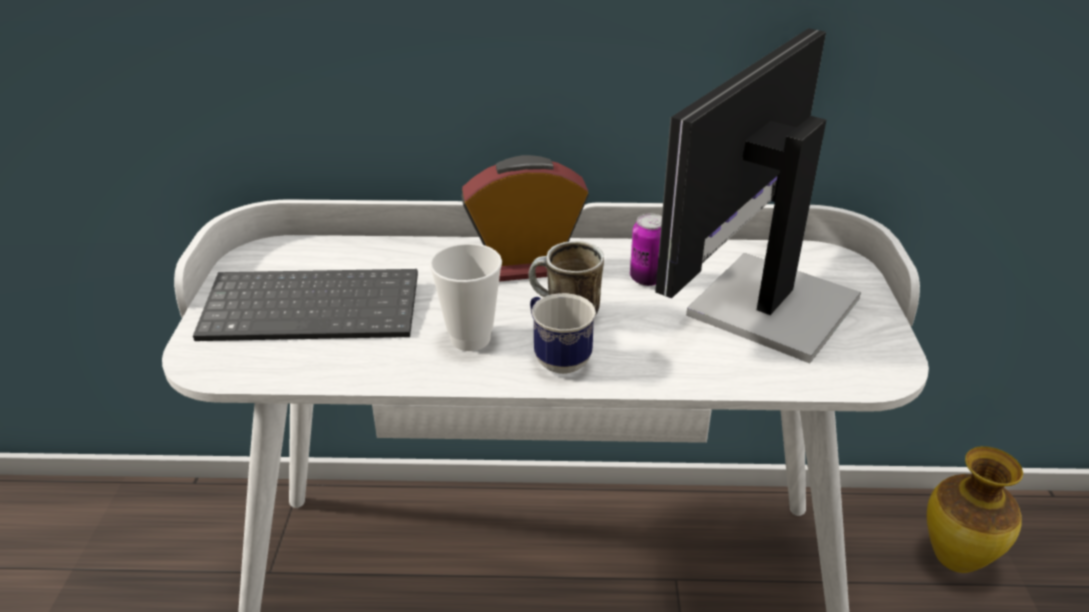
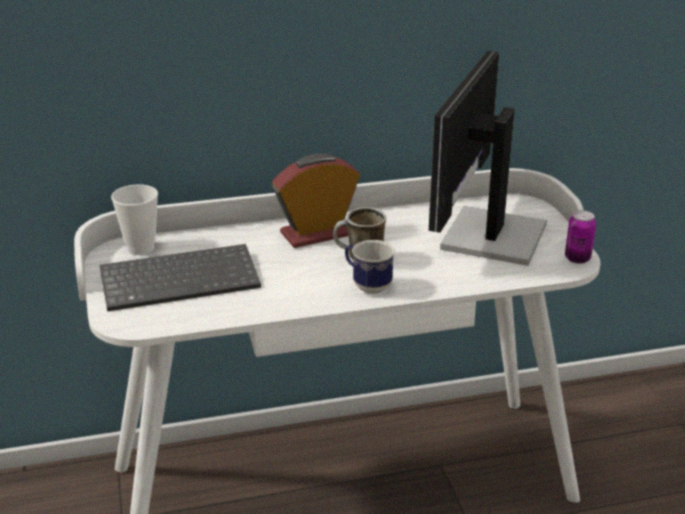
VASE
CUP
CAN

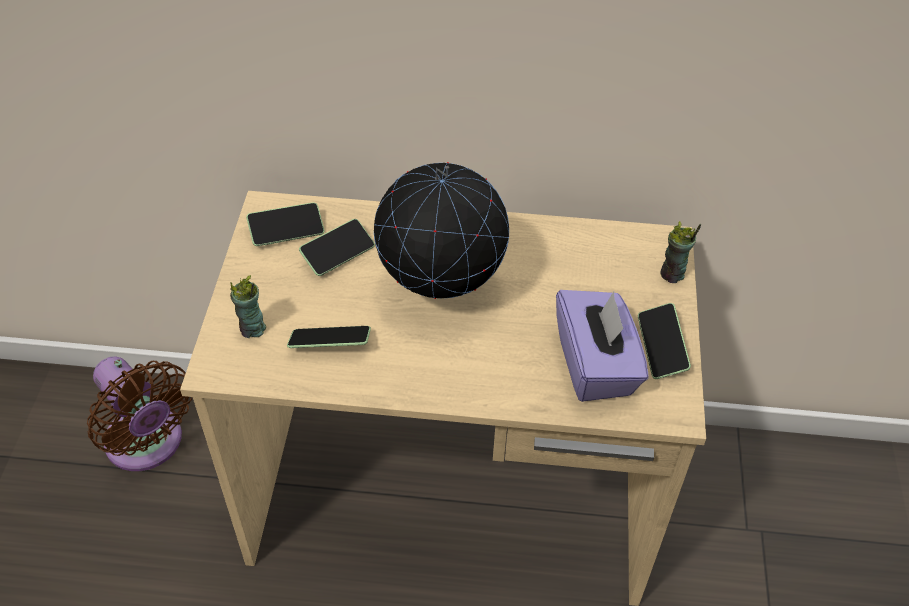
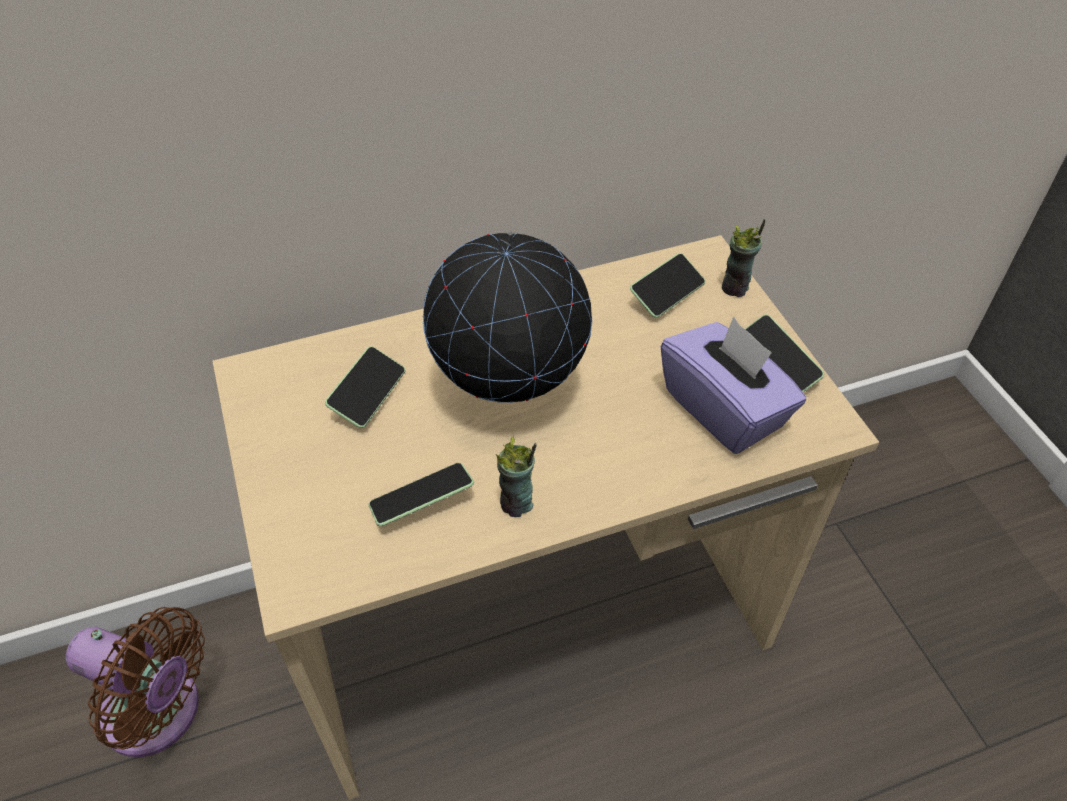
CUP (1st from left)
PHONE (3rd from left)

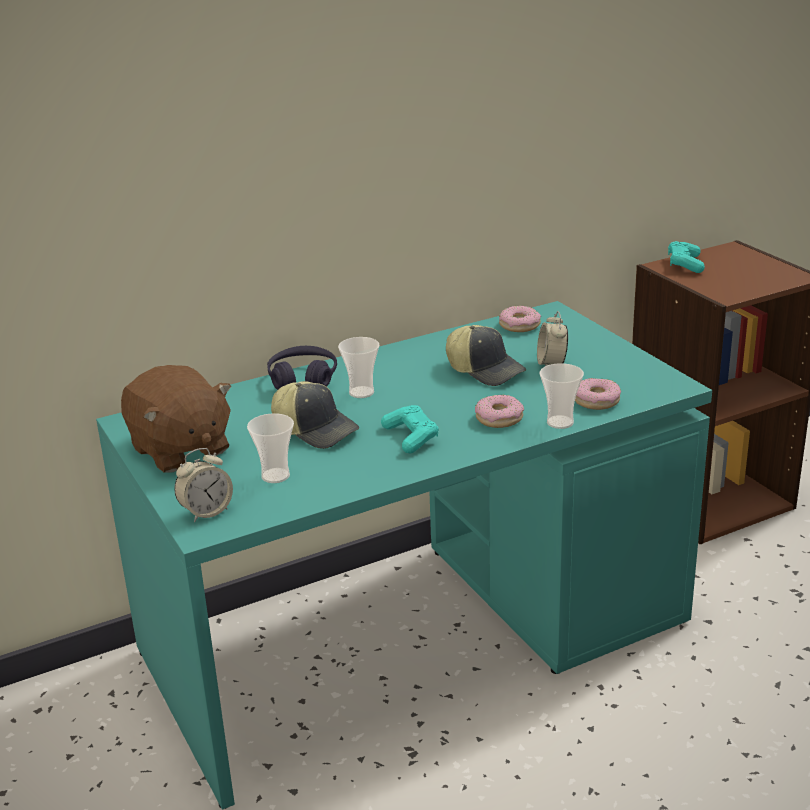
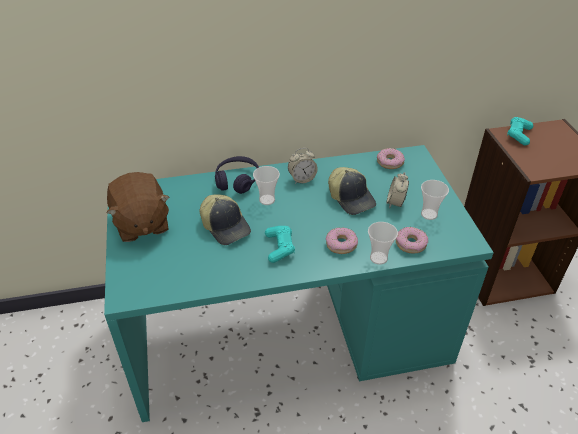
ALARM CLOCK (1st from left)
CUP (3rd from left)

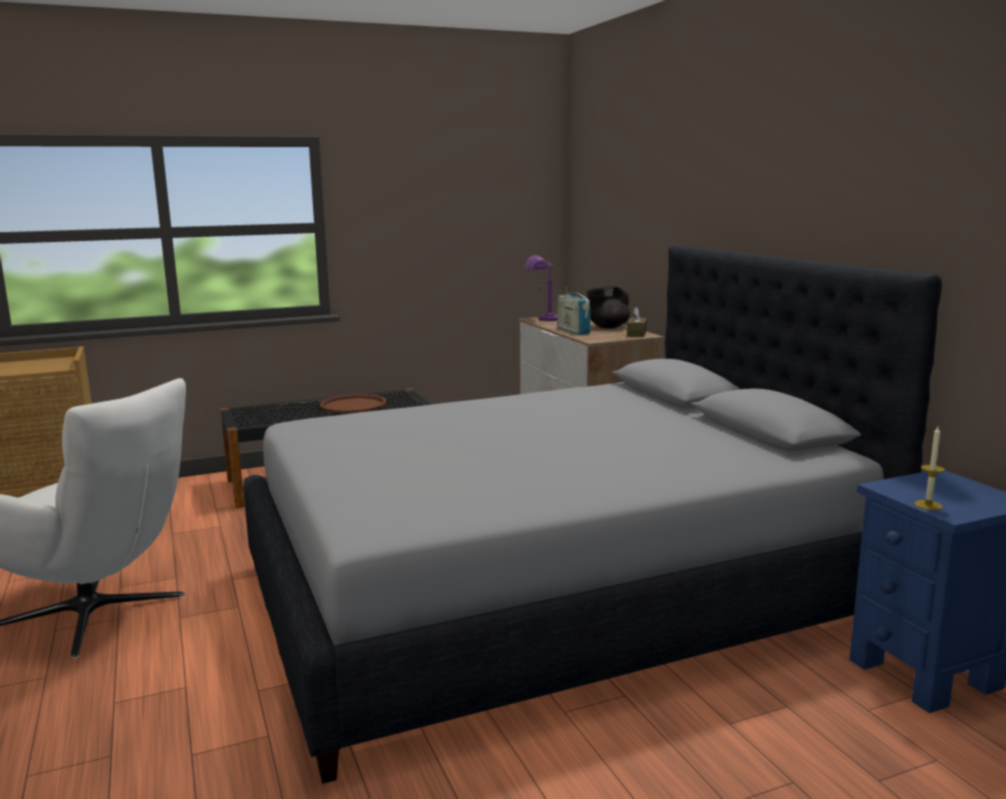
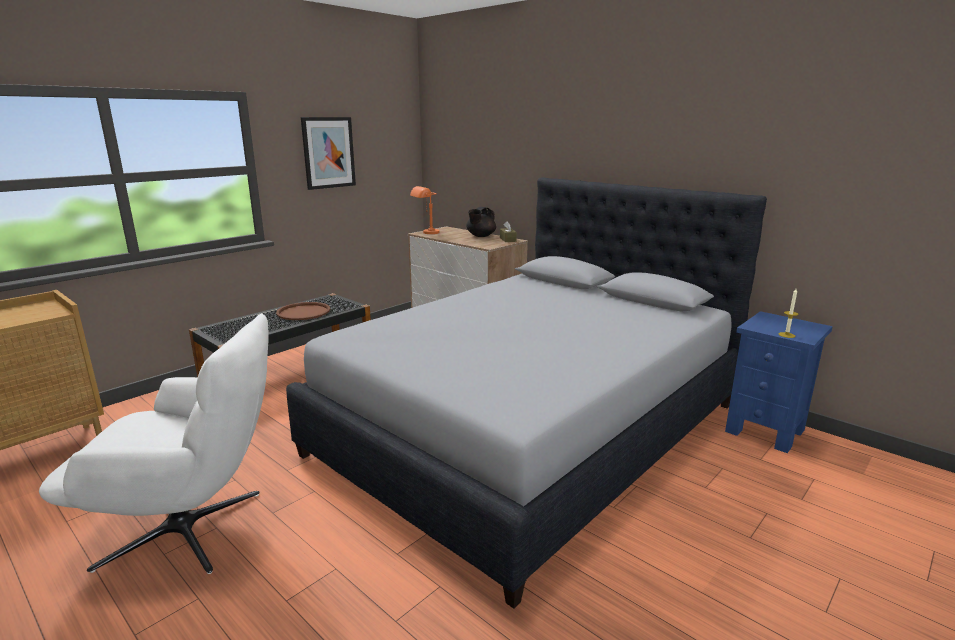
RADIO
PICTURE
ORANGE TABLE LAMP

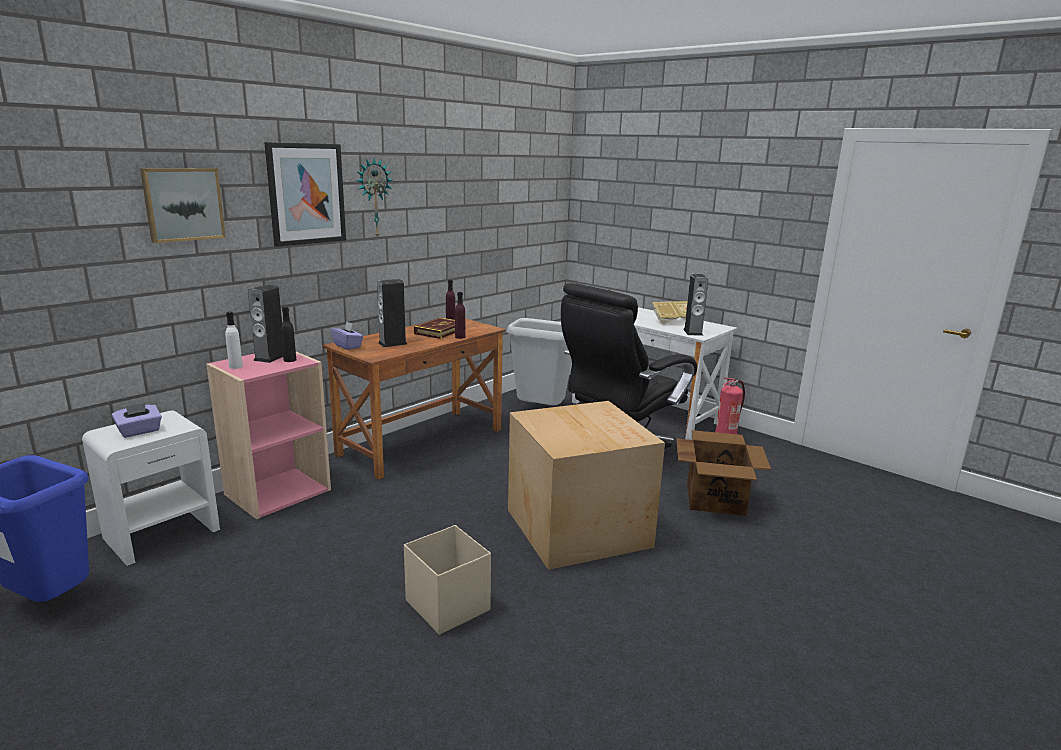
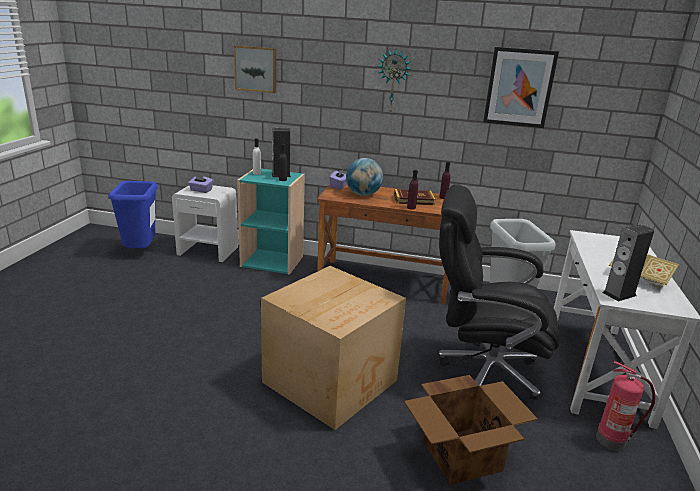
BEIGE STORAGE BOX
PICTURE (2nd from left)
GLOBE
TURQUOISE BOOKCASE

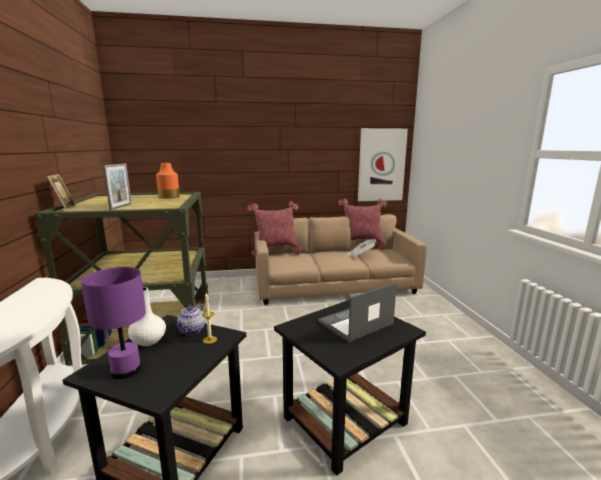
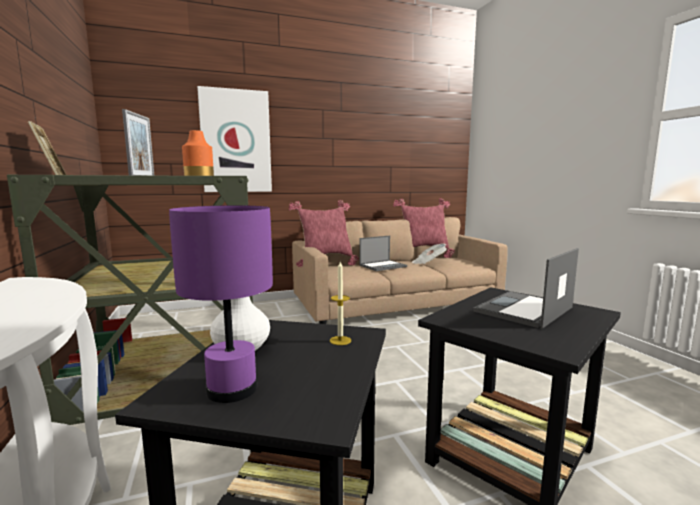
TEAPOT
LAPTOP (1st from left)
PICTURE

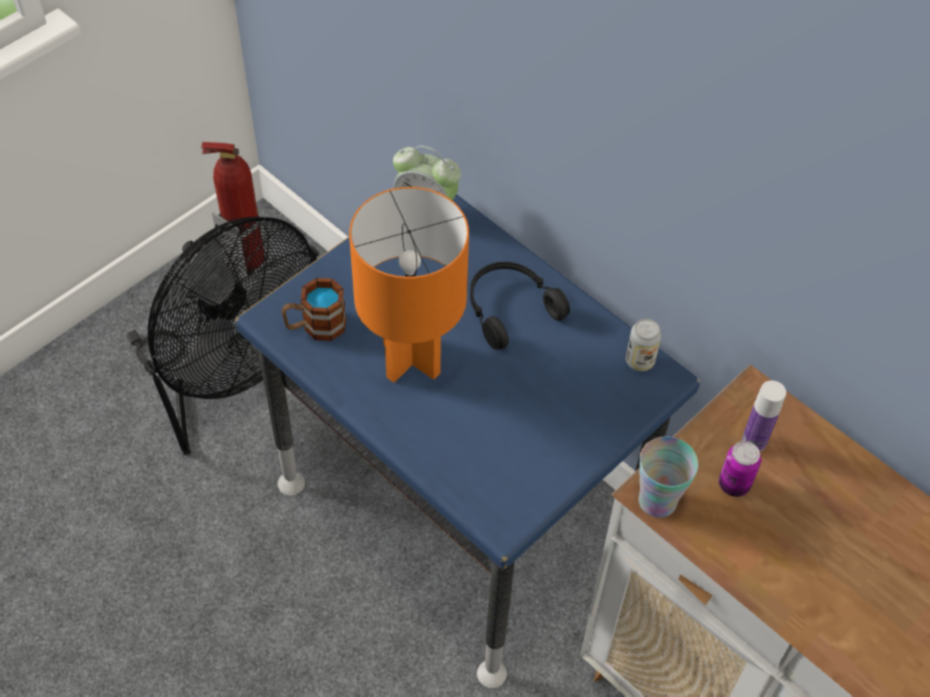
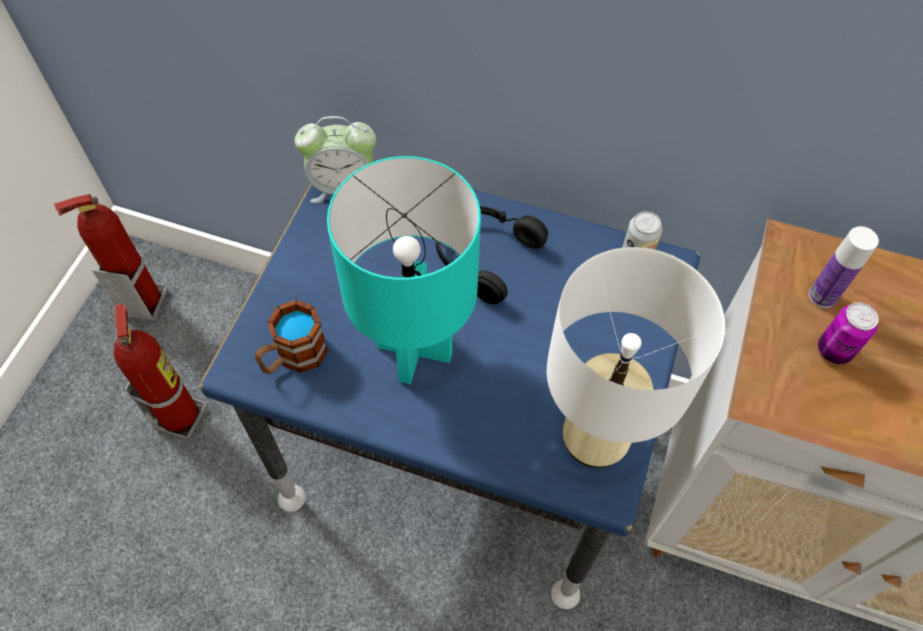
CUP
WHITE TABLE LAMP
FIRE EXTINGUISHER (2nd from left)
TURQUOISE TABLE LAMP

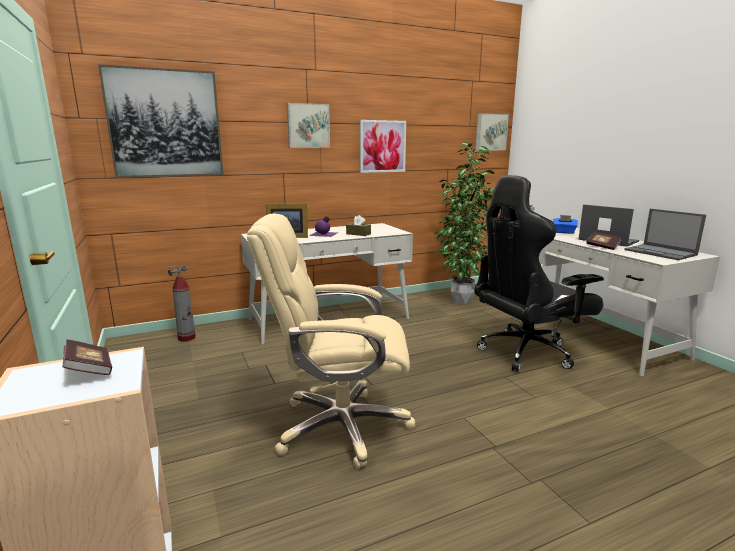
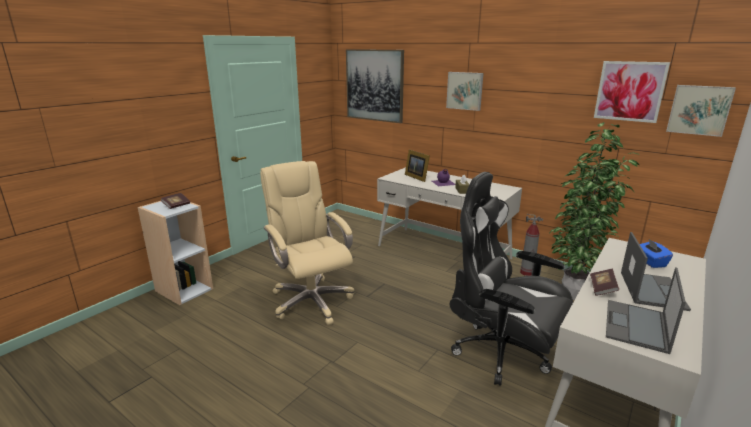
FIRE EXTINGUISHER
PICTURE (3rd from left)

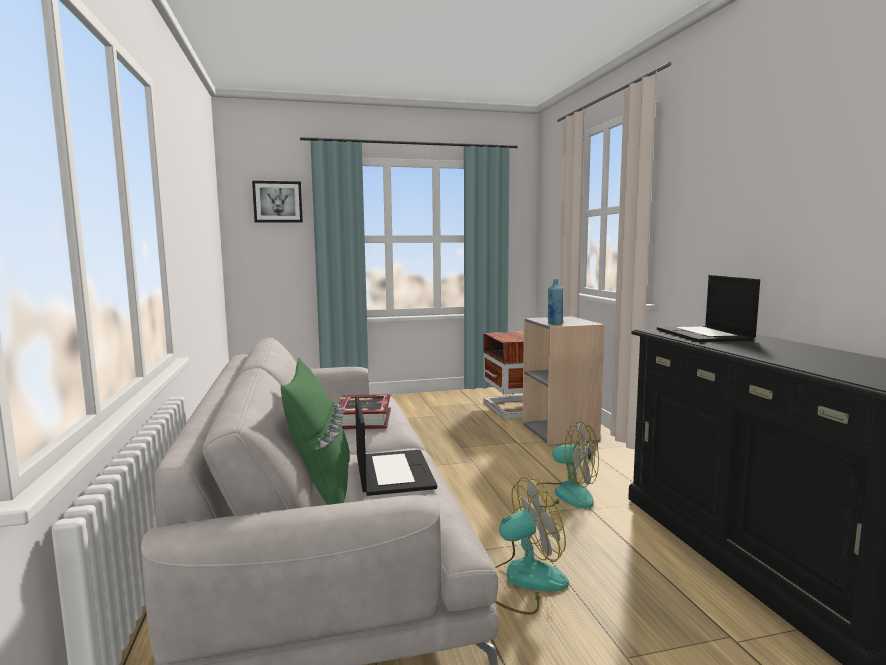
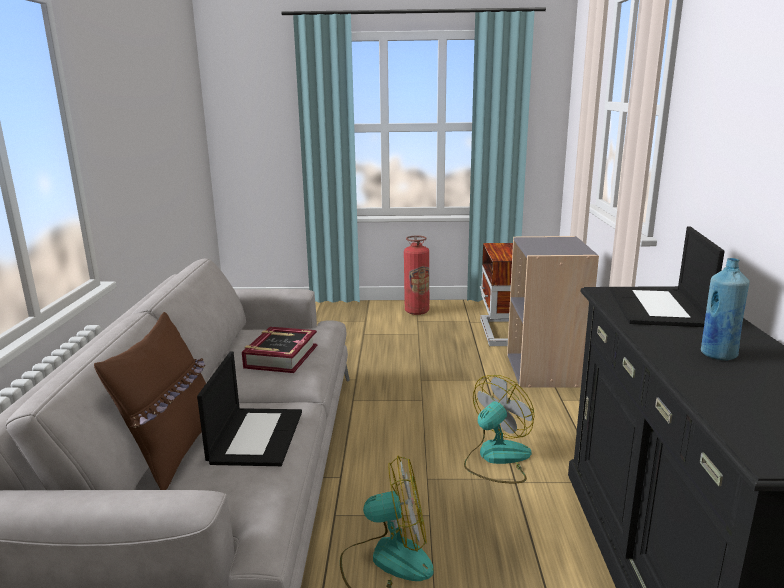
PICTURE
FIRE EXTINGUISHER
BLUE BOTTLE
BROWN PILLOW
FAN (2nd from left)

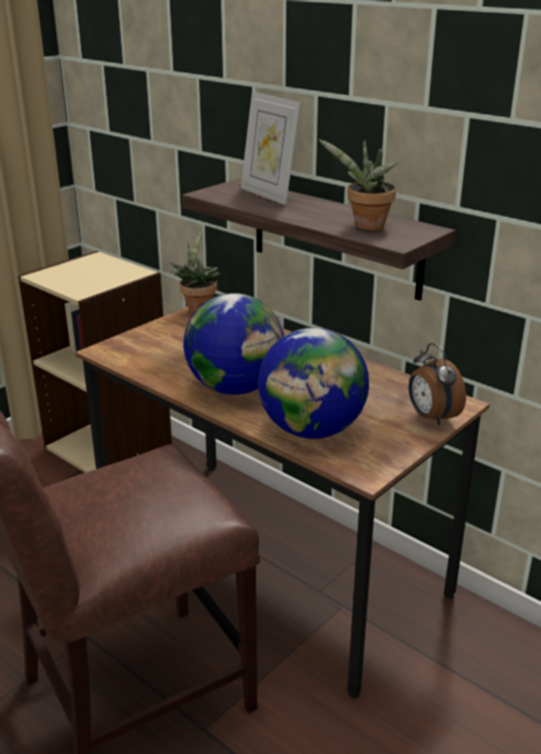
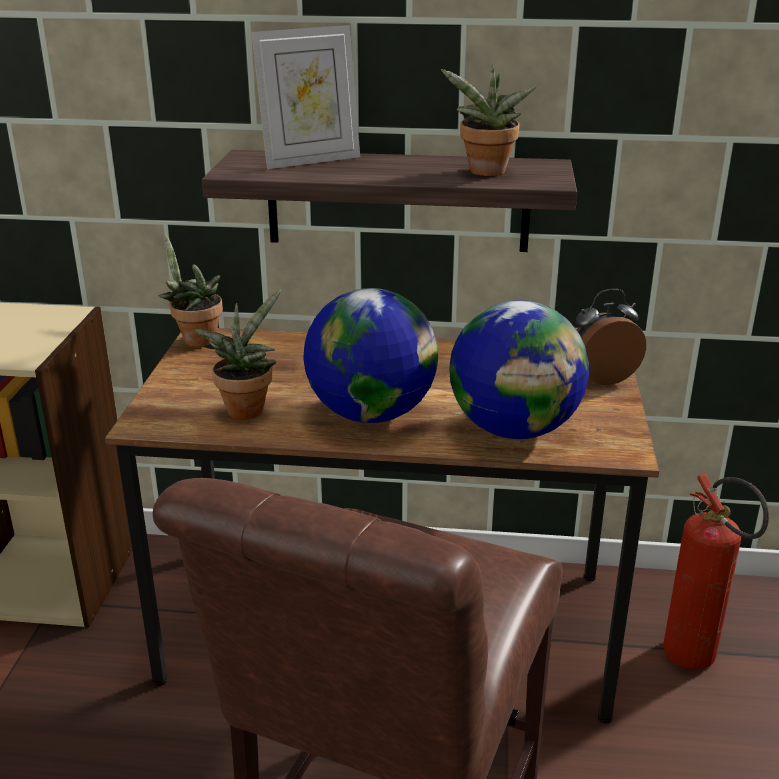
POTTED PLANT (2nd from left)
FIRE EXTINGUISHER
PICTURE FRAME
ALARM CLOCK

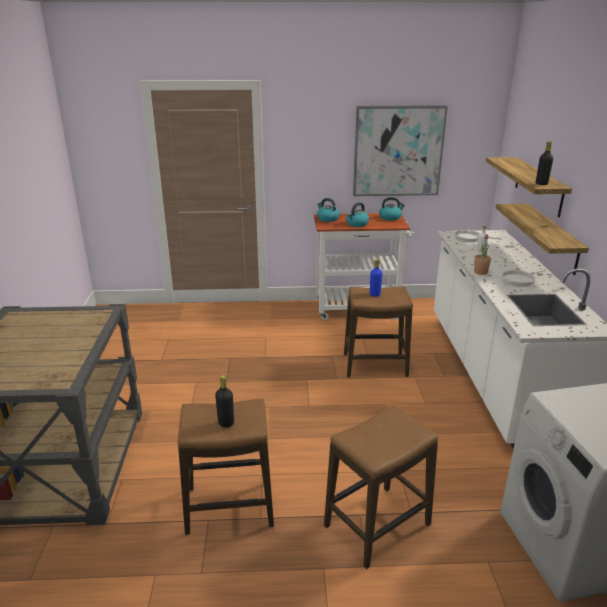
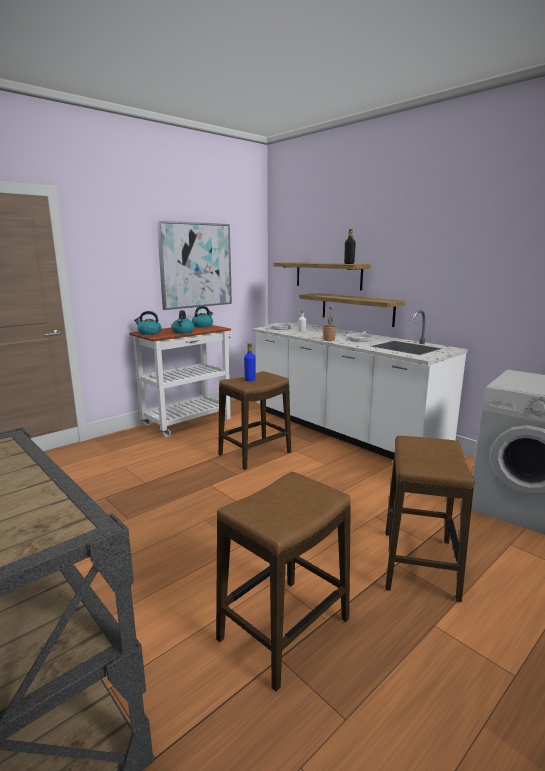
BLACK BOTTLE (1st from left in the first image)

